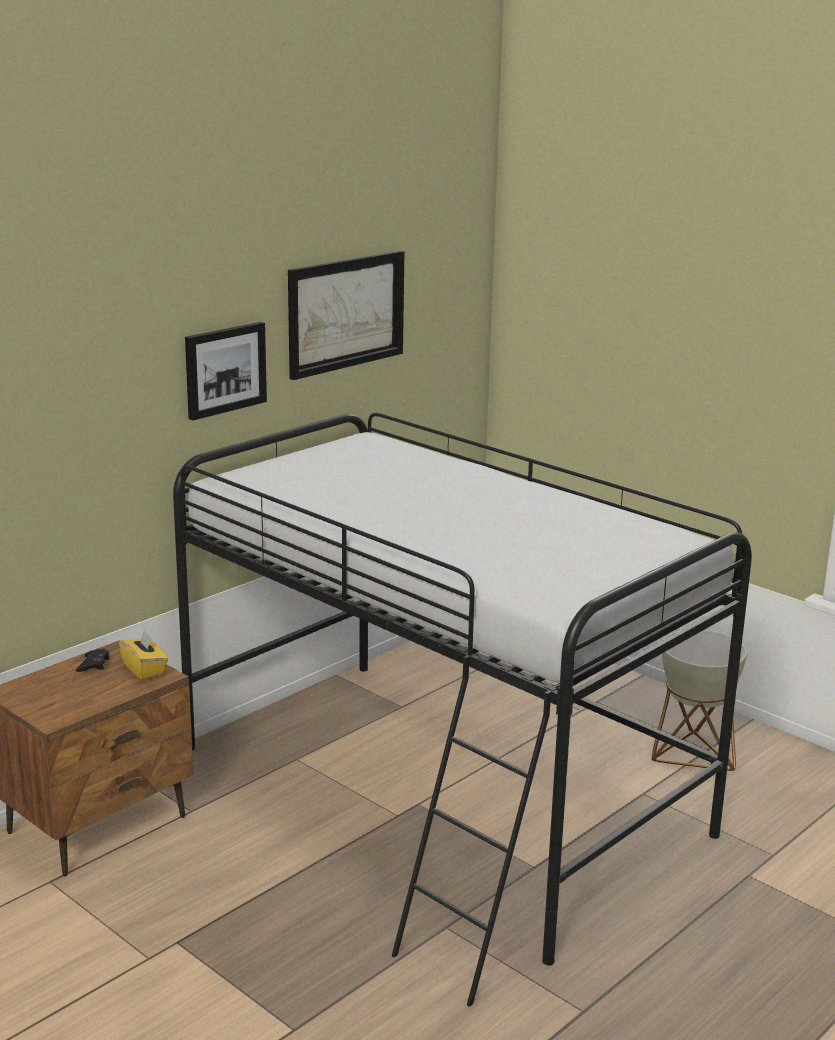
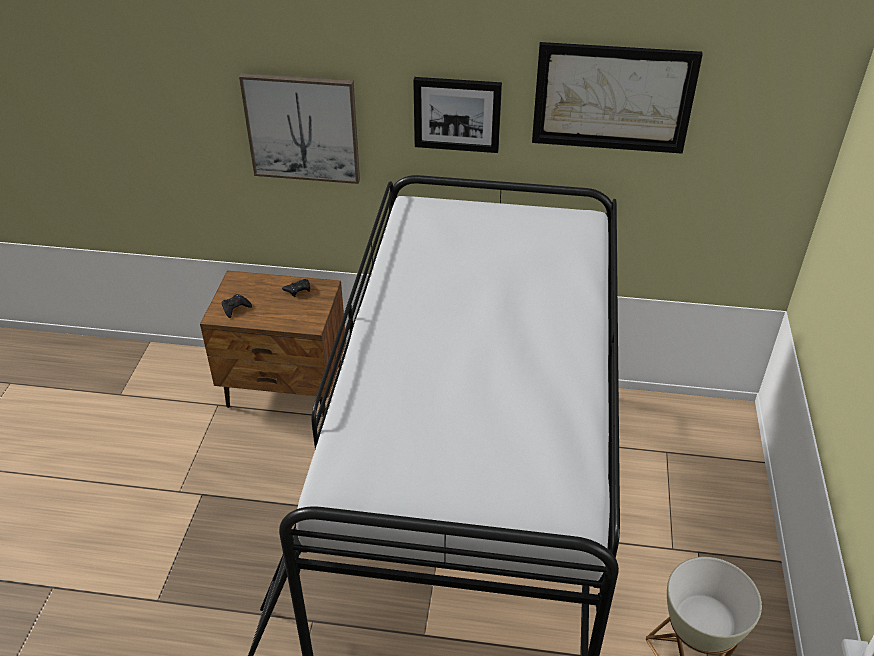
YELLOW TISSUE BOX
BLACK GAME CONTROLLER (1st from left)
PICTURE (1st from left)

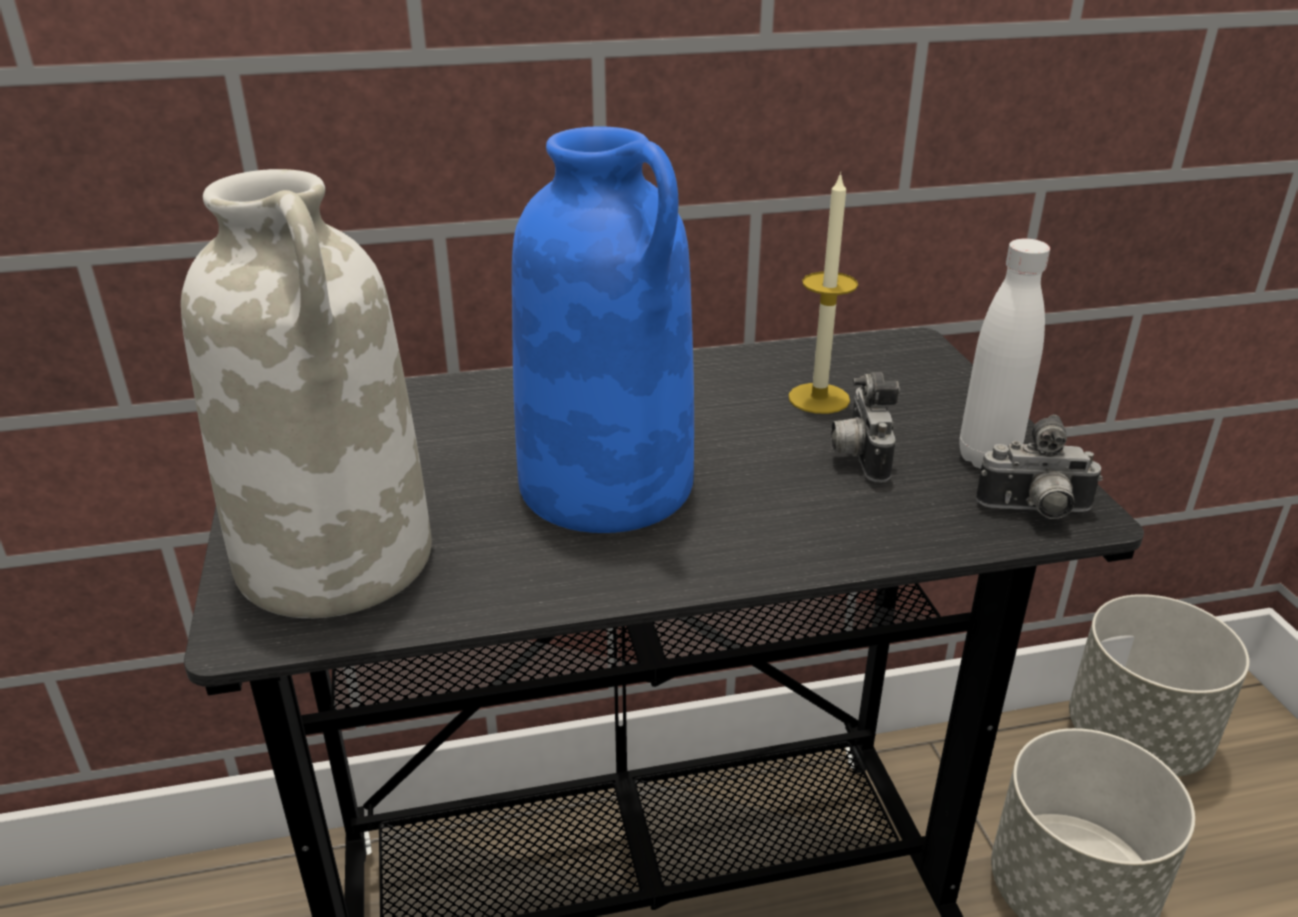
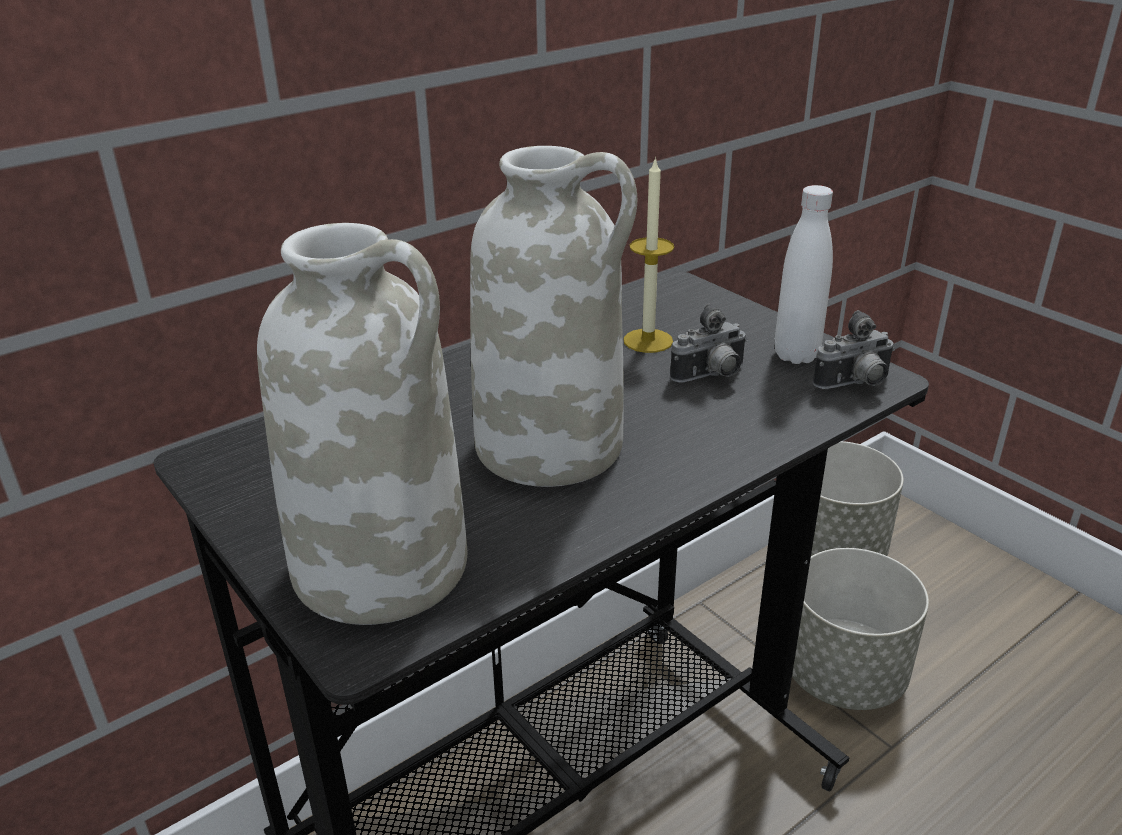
WHITE VASE (2nd from left)
PHOTO CAMERA (1st from left)

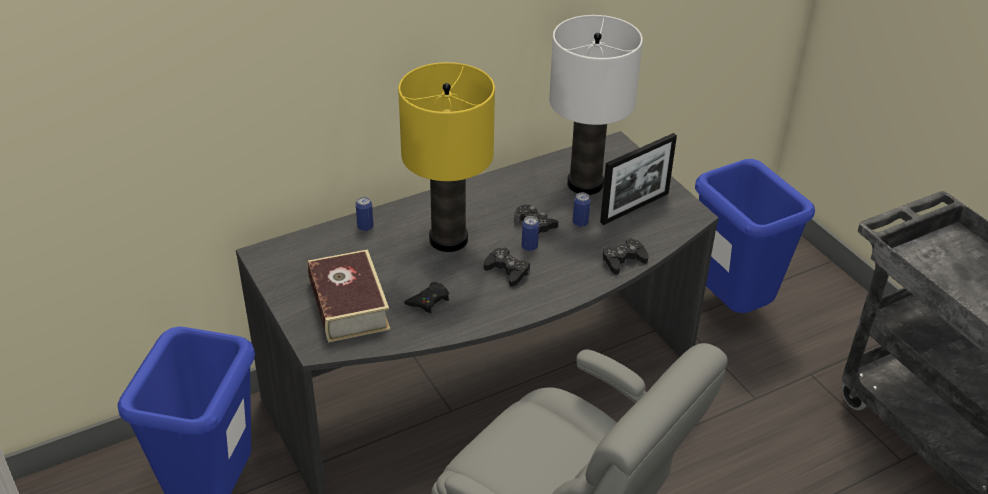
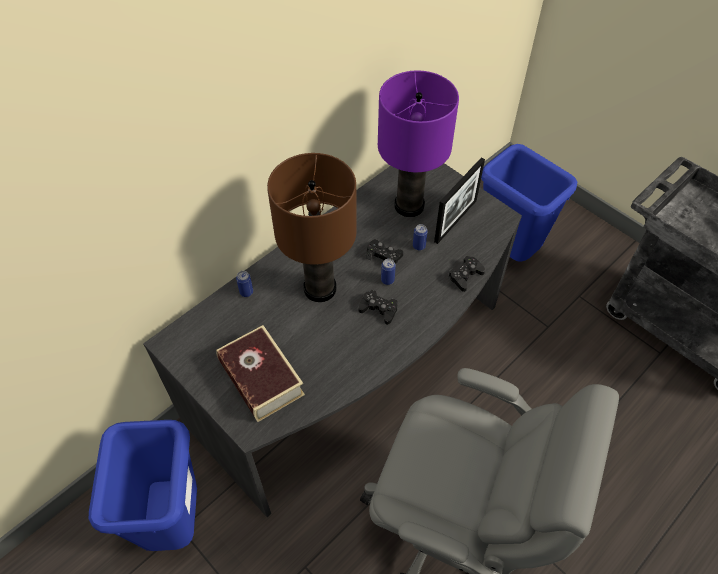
BLACK GAME CONTROLLER (1st from left in the first image)
BROWN TABLE LAMP
PURPLE TABLE LAMP

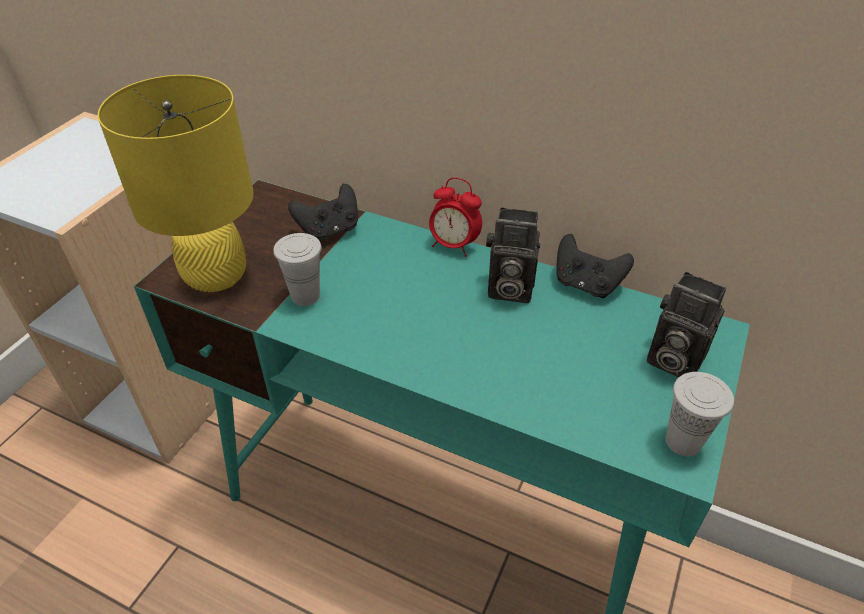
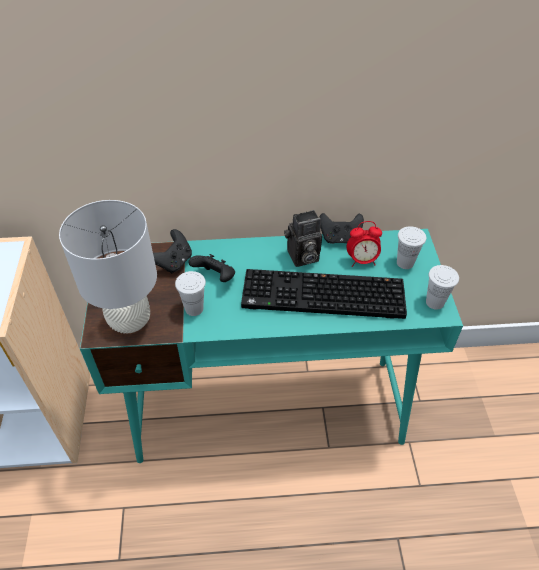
BLACK GAME CONTROLLER (2nd from left)
KEYBOARD
ALARM CLOCK
WHITE CUP (2nd from left)
GREY TABLE LAMP

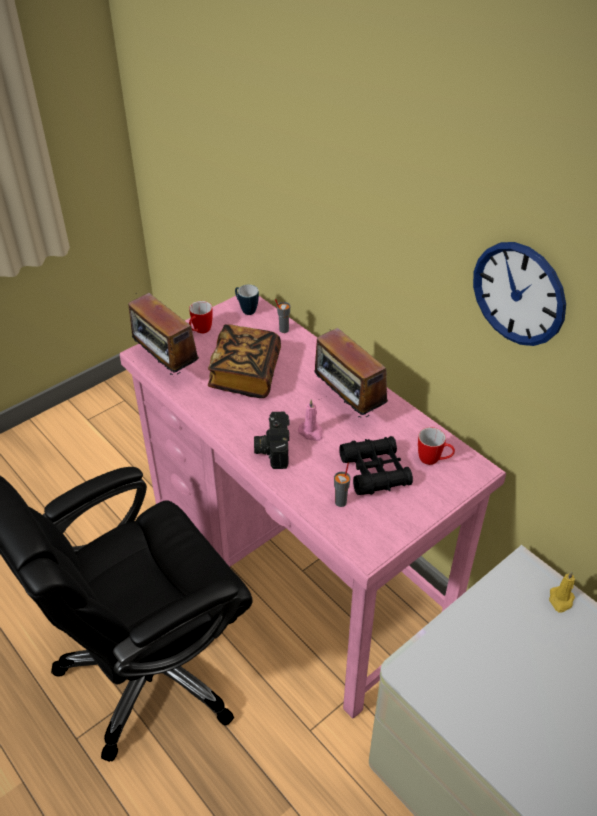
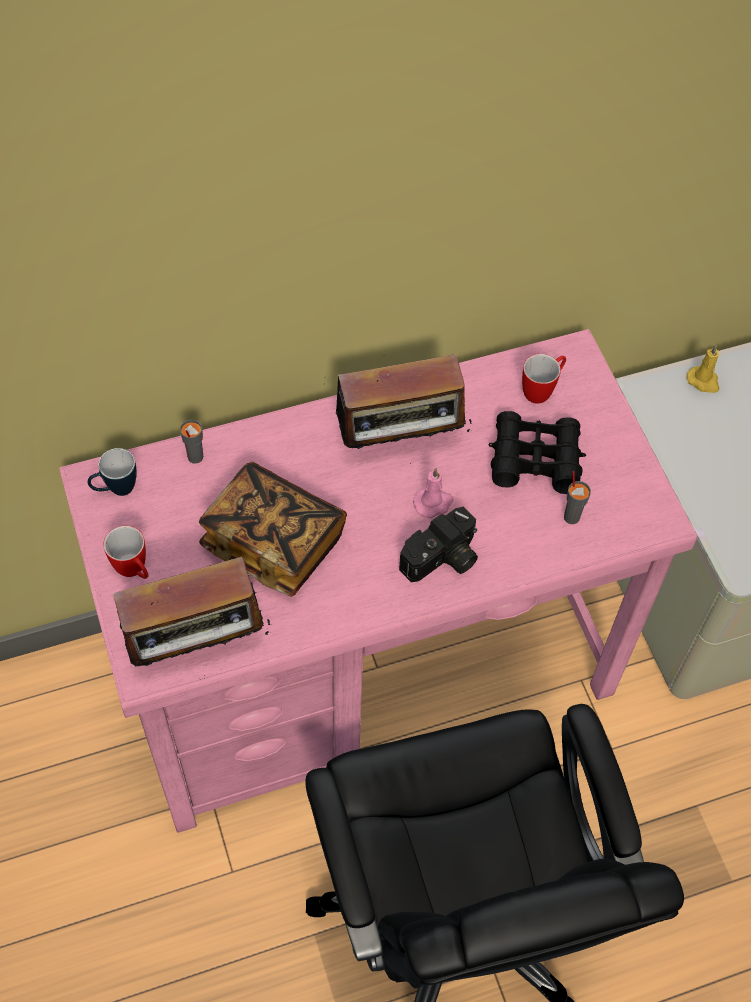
WALL CLOCK
PHOTO CAMERA

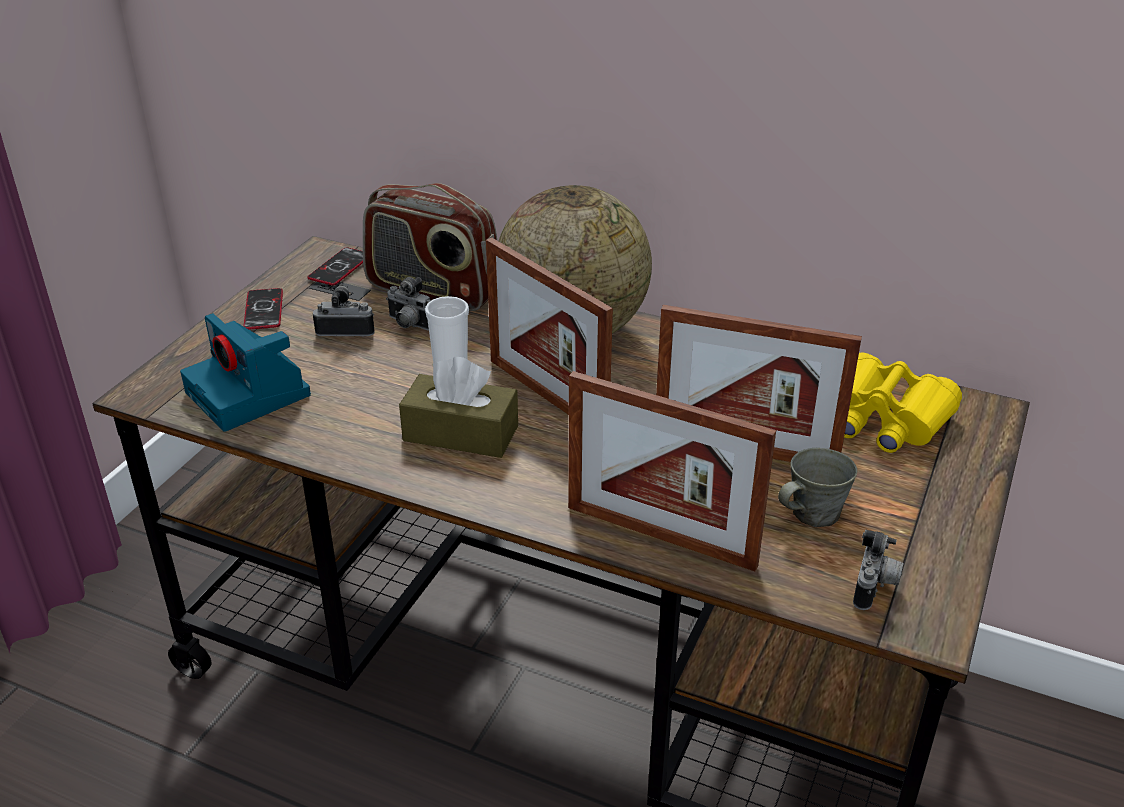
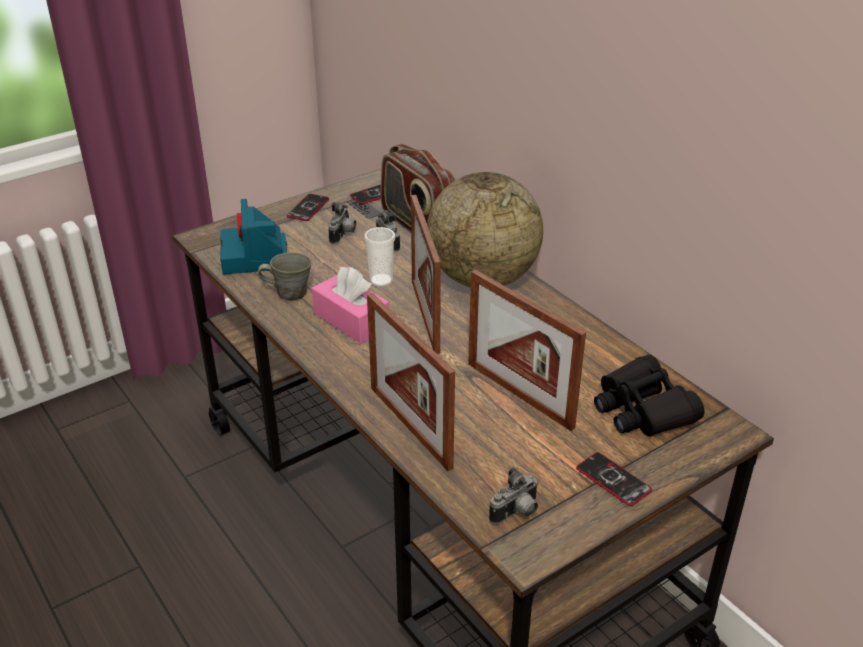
PHONE (3rd from left)
GREY MUG
PINK TISSUE BOX
BLACK BINOCULARS
PHOTO CAMERA (2nd from left)

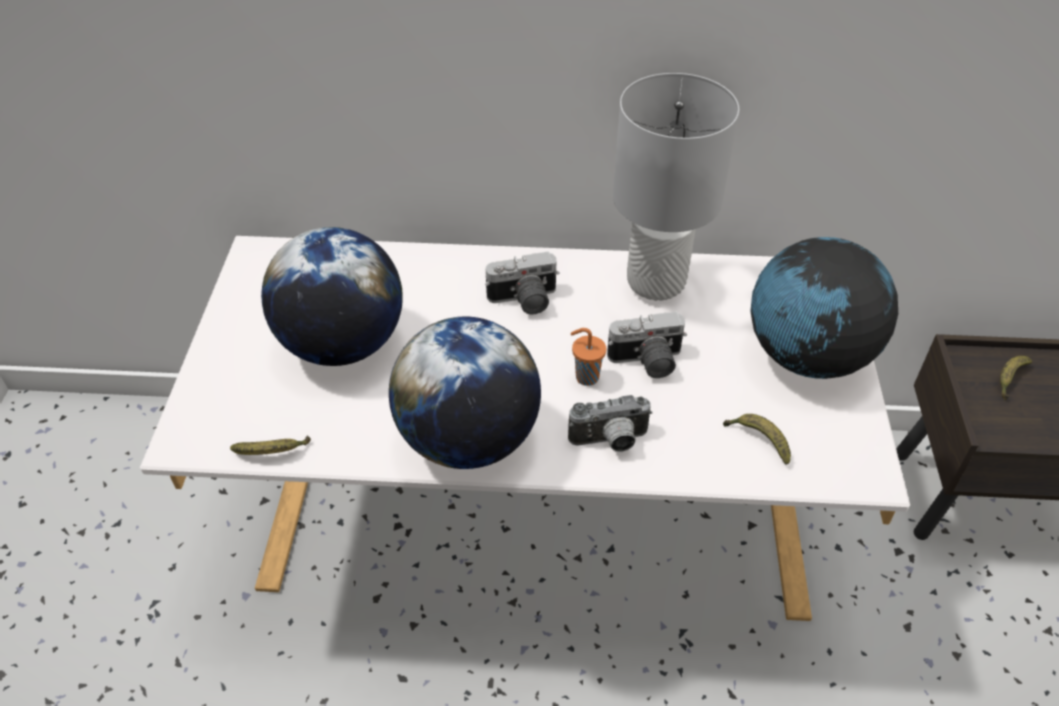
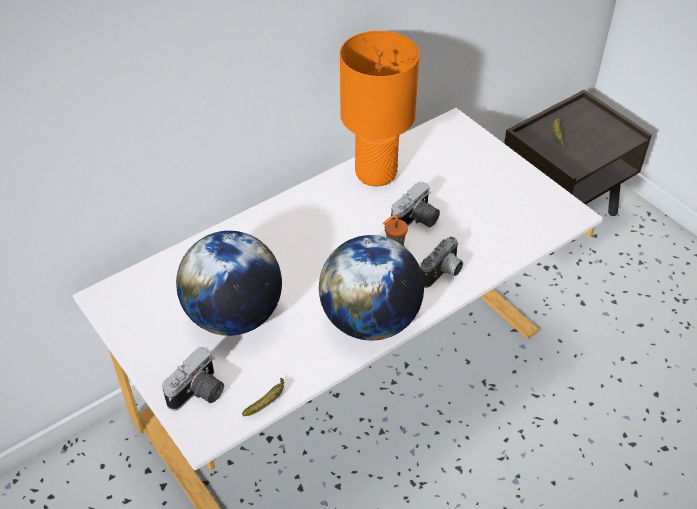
BANANA (2nd from left in the first image)
GLOBE (3rd from left in the first image)
PHOTO CAMERA (1st from left)
ORANGE TABLE LAMP

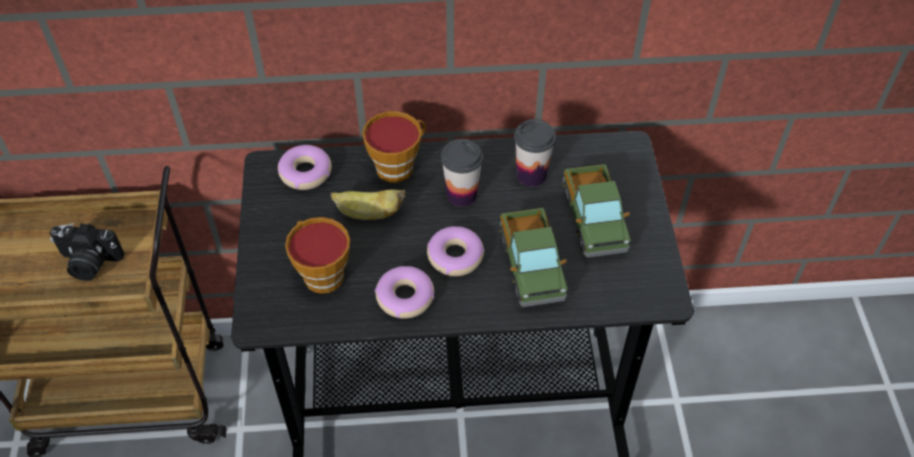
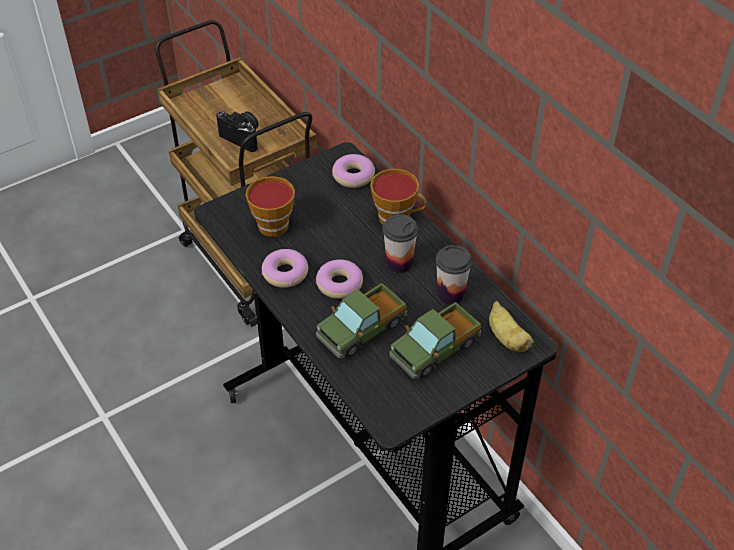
BANANA
PHOTO CAMERA

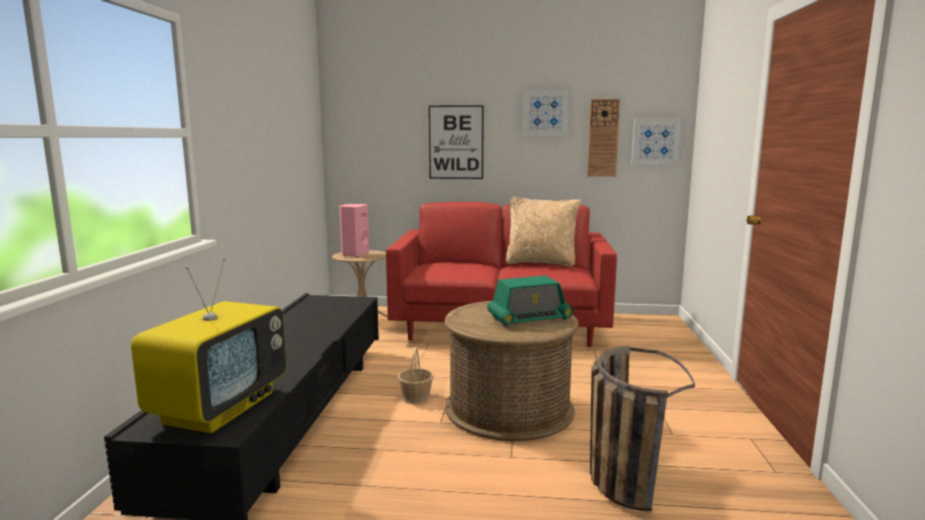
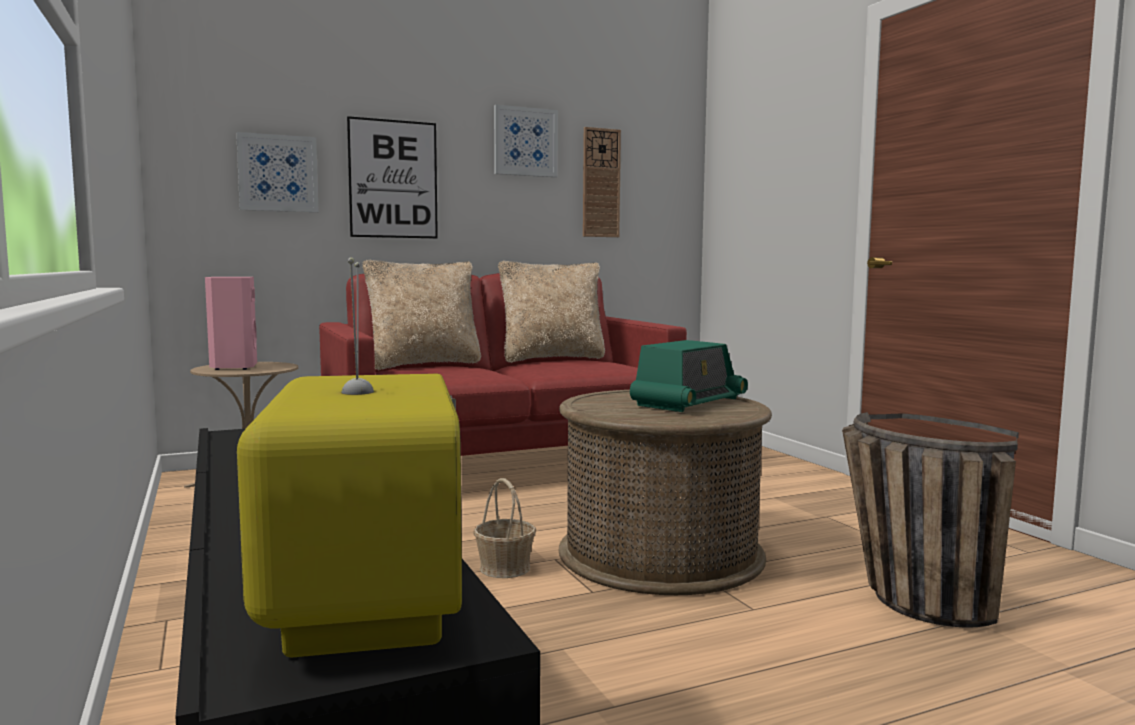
BEIGE PILLOW (1st from left)
PICTURE (1st from left)

